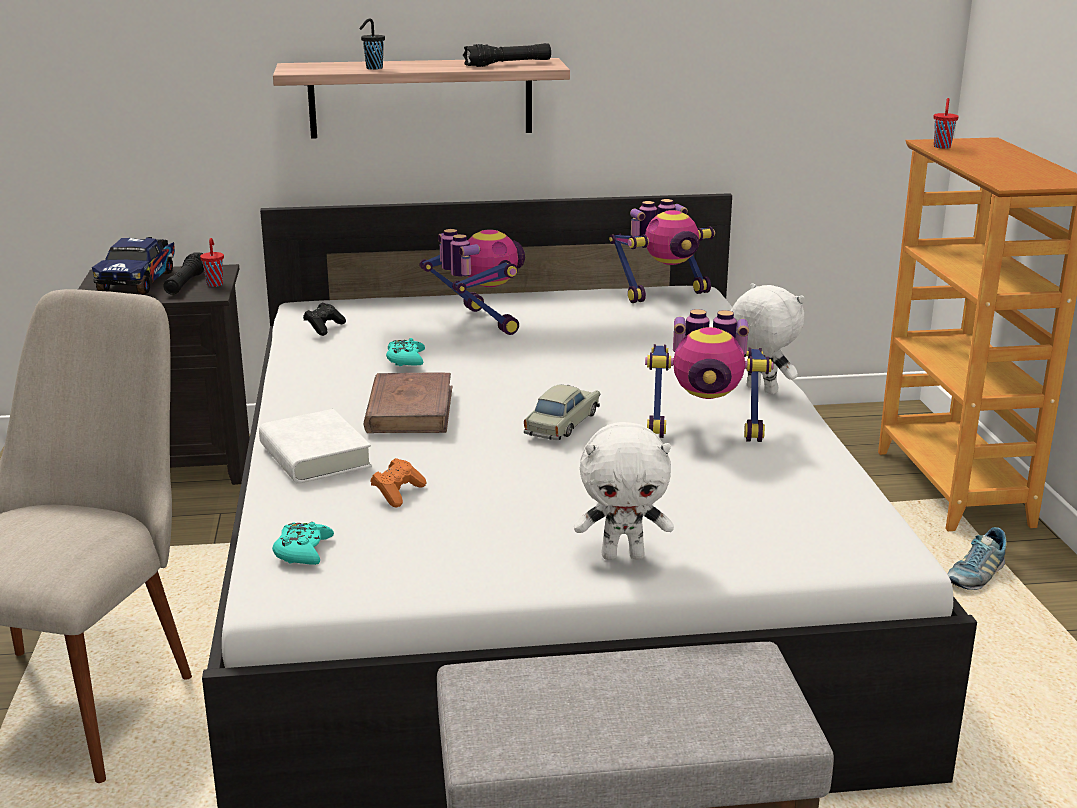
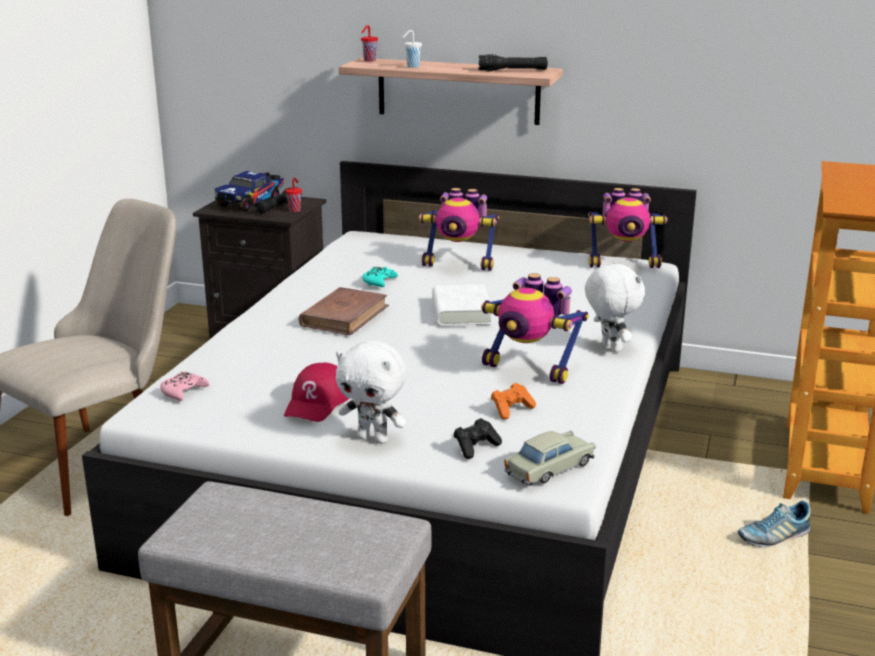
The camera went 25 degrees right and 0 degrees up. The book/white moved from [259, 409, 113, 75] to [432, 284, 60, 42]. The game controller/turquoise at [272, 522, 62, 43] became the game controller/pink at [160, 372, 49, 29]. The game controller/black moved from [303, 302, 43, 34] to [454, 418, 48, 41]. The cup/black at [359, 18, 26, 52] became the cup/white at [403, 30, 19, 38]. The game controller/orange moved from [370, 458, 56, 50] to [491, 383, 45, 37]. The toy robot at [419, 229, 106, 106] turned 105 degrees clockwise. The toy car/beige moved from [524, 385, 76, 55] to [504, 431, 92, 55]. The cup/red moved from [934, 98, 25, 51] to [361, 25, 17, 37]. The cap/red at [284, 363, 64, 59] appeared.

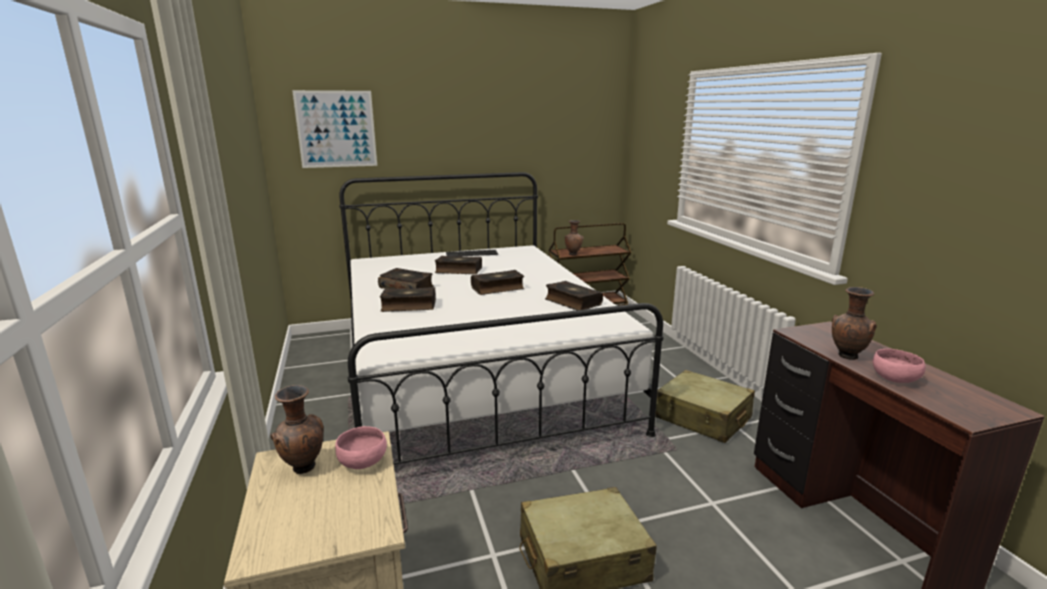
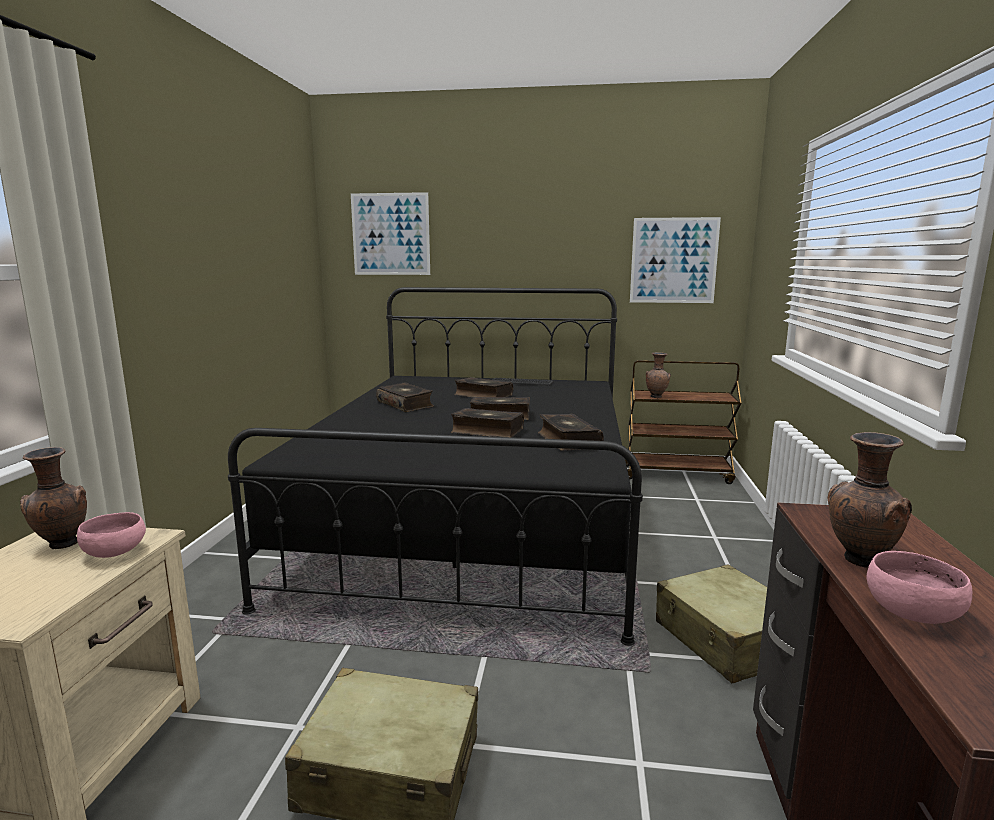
The camera went 25 degrees right and 5 degrees down. The bed/white at [339, 172, 324, 293] became the bed/black at [228, 287, 415, 359]. The book moved from [380, 287, 56, 25] to [451, 408, 73, 29]. The picture at [630, 217, 91, 86] appeared.

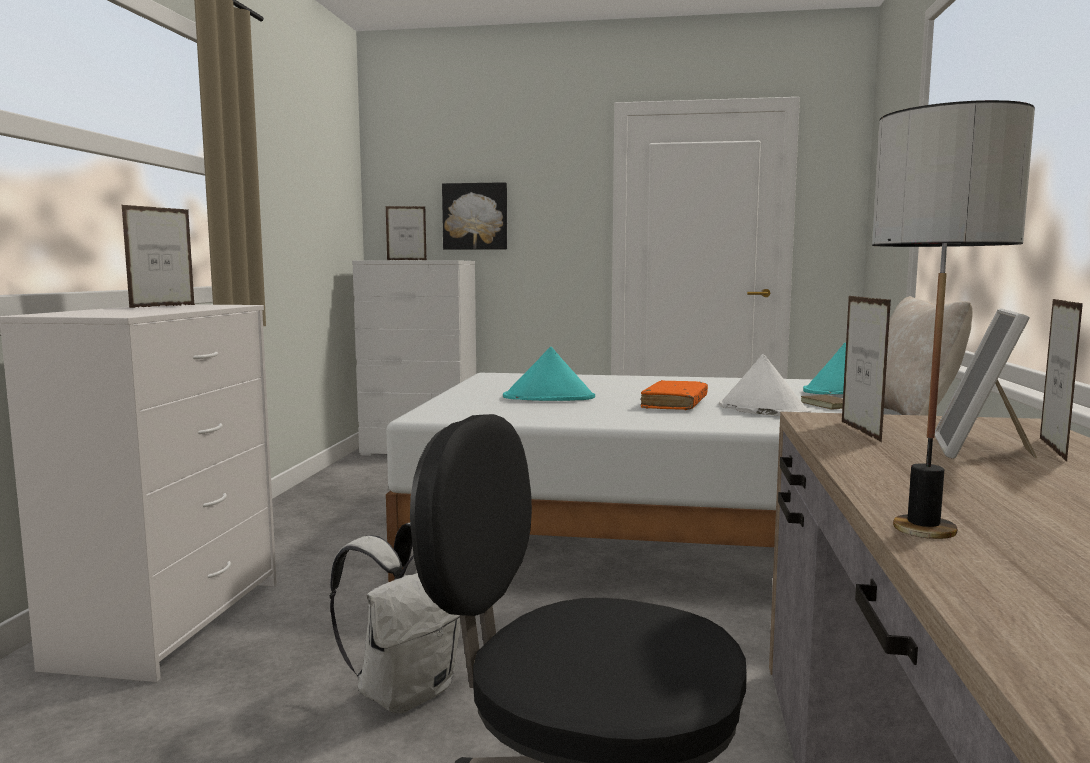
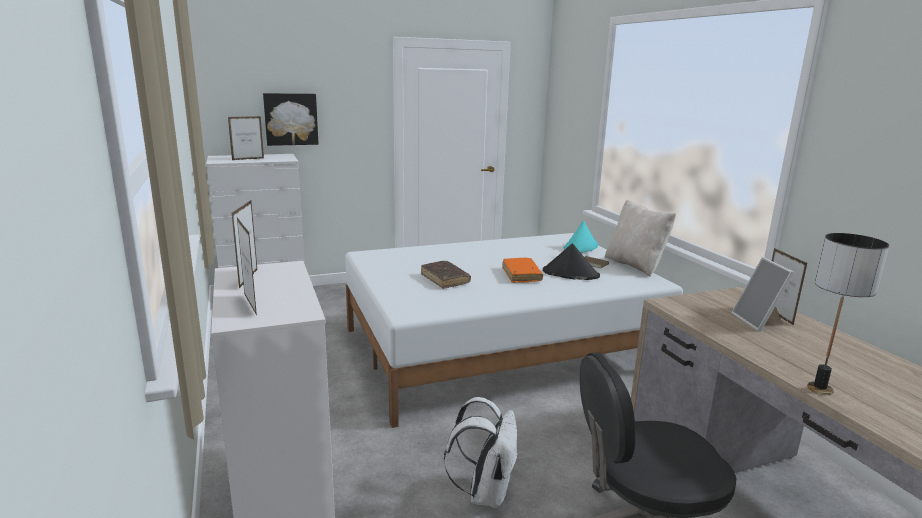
The camera went 30 degrees left and 10 degrees up. The hat/turquoise at [503, 347, 92, 54] was replaced by the book/brown at [421, 261, 50, 28]. The hat/white at [719, 354, 92, 62] became the hat/black at [543, 243, 57, 37]. The picture frame moved from [842, 296, 49, 146] to [237, 218, 20, 97].

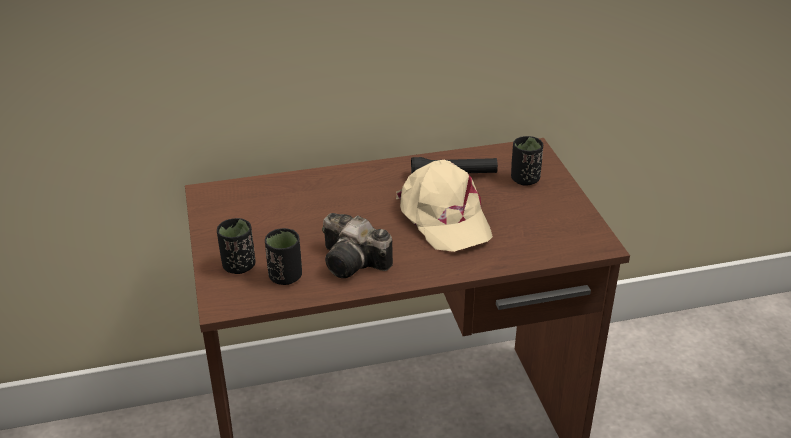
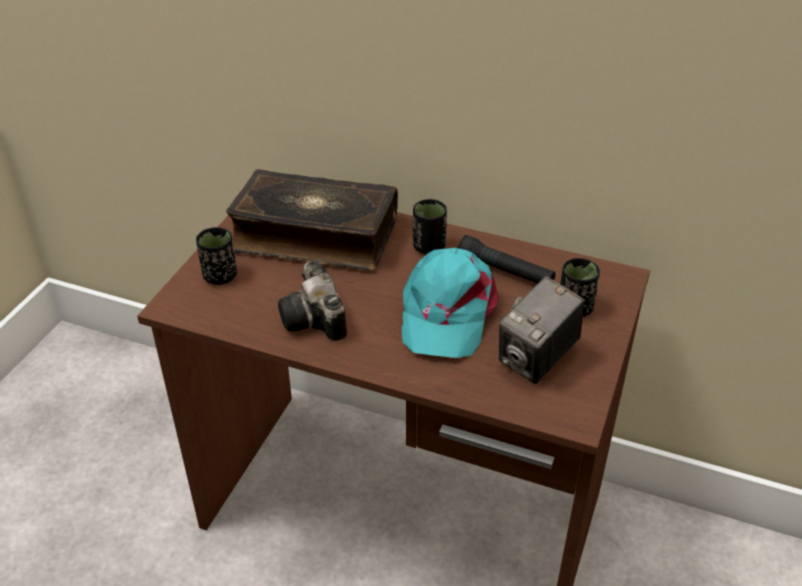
The camera went 35 degrees right and 5 degrees up. The cup/black moved from [265, 228, 37, 57] to [413, 199, 34, 55]. The cap/beige at [396, 160, 97, 92] became the cap/turquoise at [402, 248, 97, 110]. The book at [226, 169, 172, 101] appeared. The photo camera at [499, 276, 85, 108] appeared.

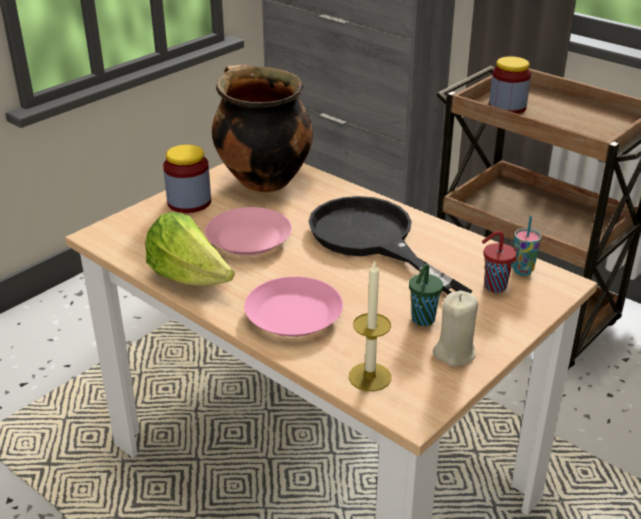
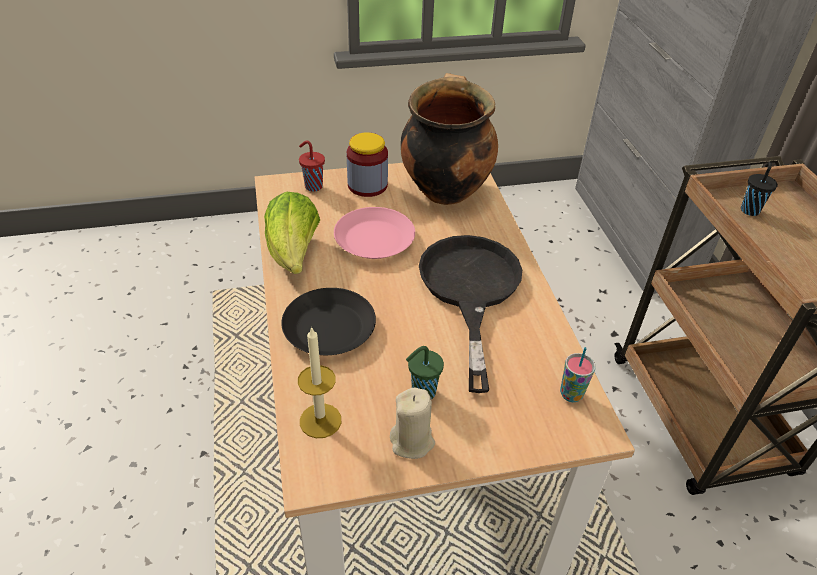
The camera went 35 degrees right and 10 degrees up. The plate/pink at [244, 276, 99, 61] became the plate/black at [281, 288, 95, 67]. The cup/red moved from [482, 231, 35, 62] to [299, 141, 26, 51]. The jar at [489, 56, 42, 58] was replaced by the cup/black at [741, 162, 37, 54].

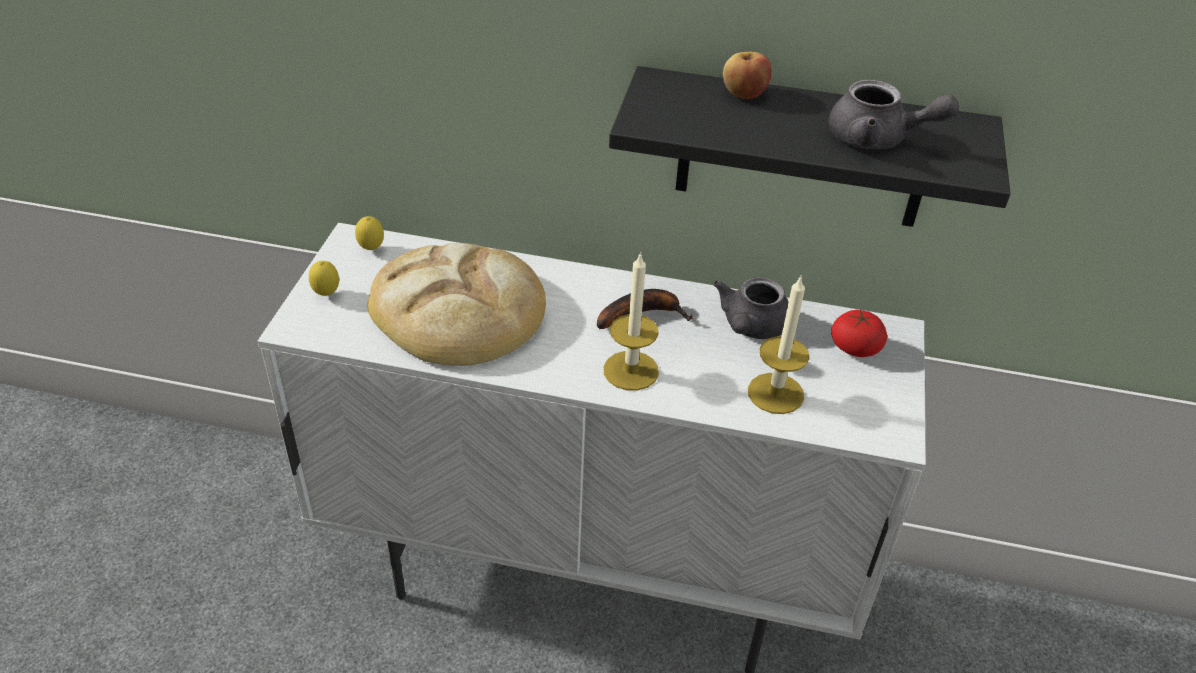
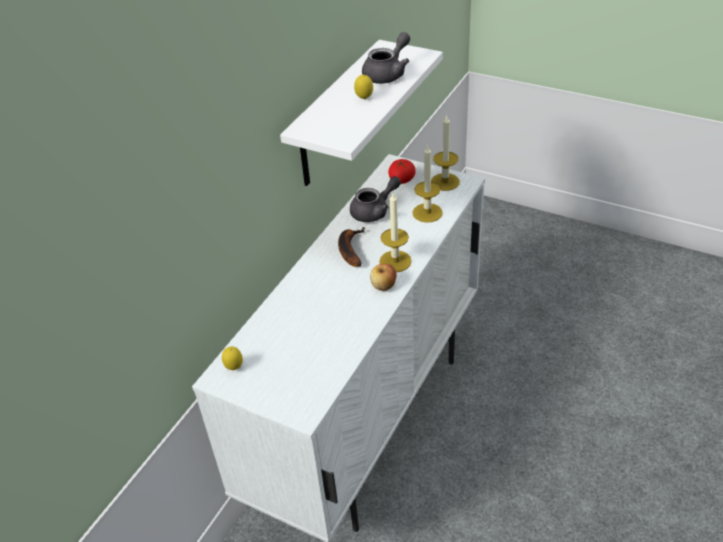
The camera went 70 degrees left and 0 degrees up. The lemon moved from [309, 261, 30, 35] to [354, 74, 19, 25]. The bread at [368, 243, 178, 123] disappeared. The shelf/black at [609, 66, 402, 161] became the shelf/white at [280, 40, 163, 146]. The teapot/grey at [713, 277, 75, 62] turned 75 degrees counterclockwise. The apple moved from [723, 52, 49, 47] to [370, 264, 27, 27]. The candle at [431, 115, 29, 76] appeared.

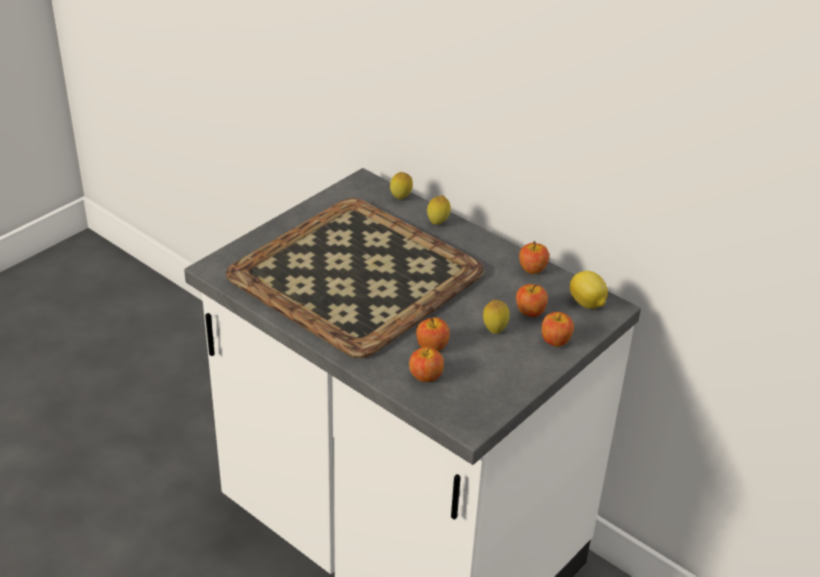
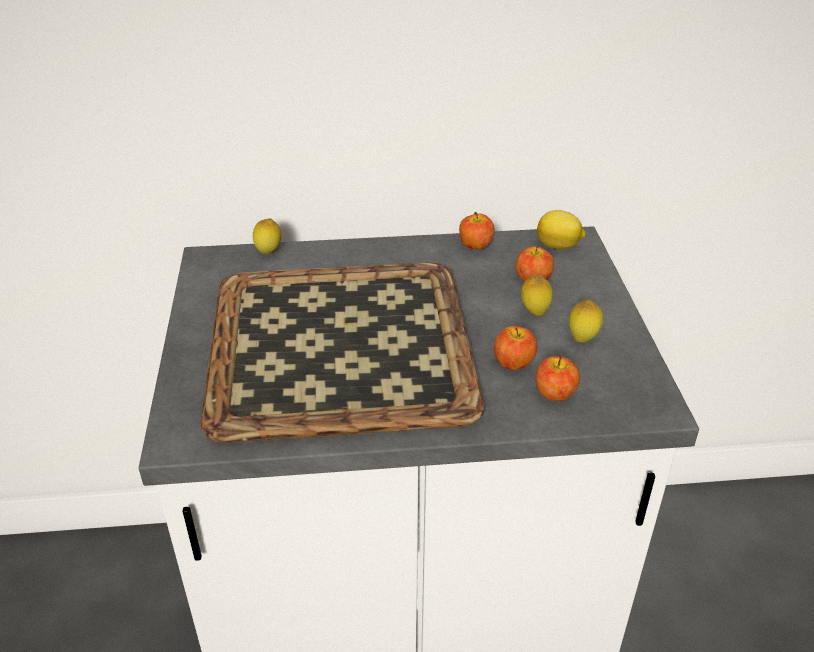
The camera went 45 degrees left and 0 degrees up. The lemon moved from [427, 195, 24, 30] to [569, 299, 34, 43]. The apple at [541, 312, 33, 35] disappeared.

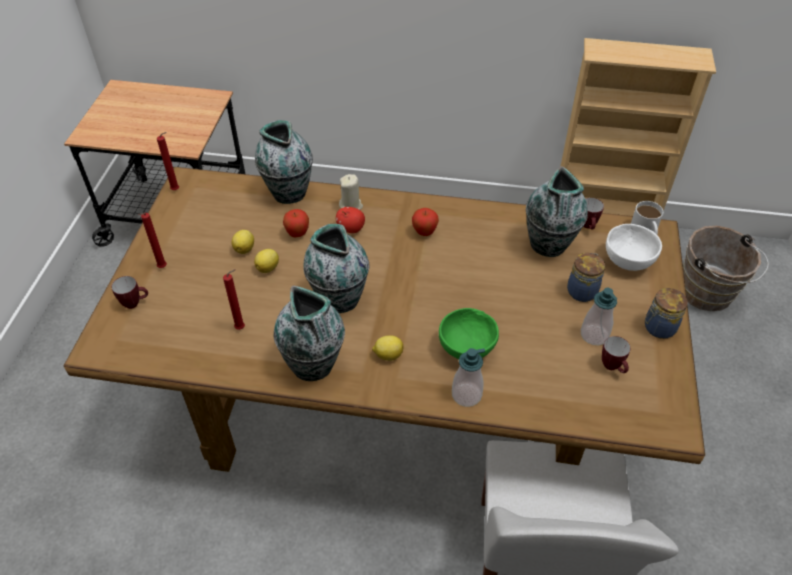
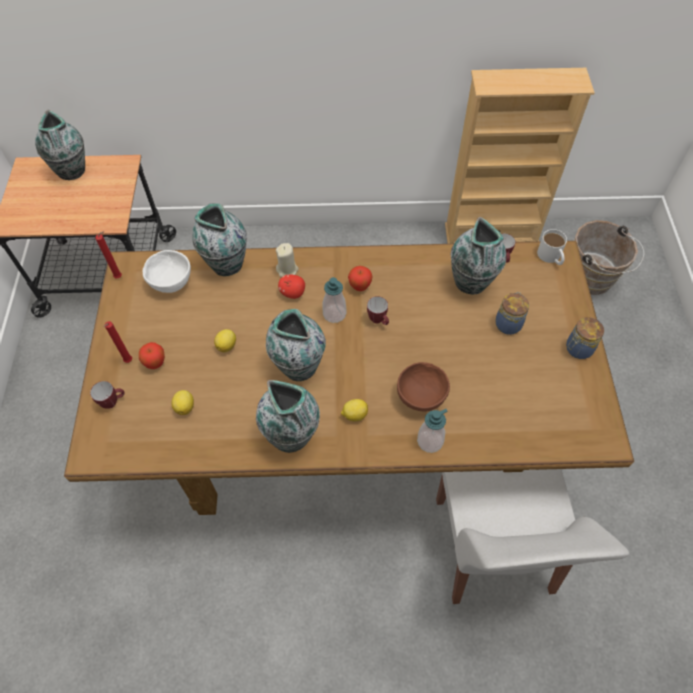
The camera went 10 degrees left and 10 degrees up. The candle/red at [223, 269, 22, 61] disappeared. The lemon moved from [232, 230, 22, 24] to [171, 390, 23, 25]. The apple moved from [283, 209, 26, 29] to [139, 342, 26, 27]. The bowl/green at [439, 308, 60, 51] became the bowl/brown at [397, 362, 53, 50]. The soap dispenser moved from [581, 288, 37, 57] to [322, 277, 24, 46]. The mug moved from [602, 336, 28, 37] to [367, 296, 22, 29]. The bowl/white moved from [606, 224, 56, 47] to [143, 250, 48, 43]. The vase at [35, 110, 50, 70] appeared.

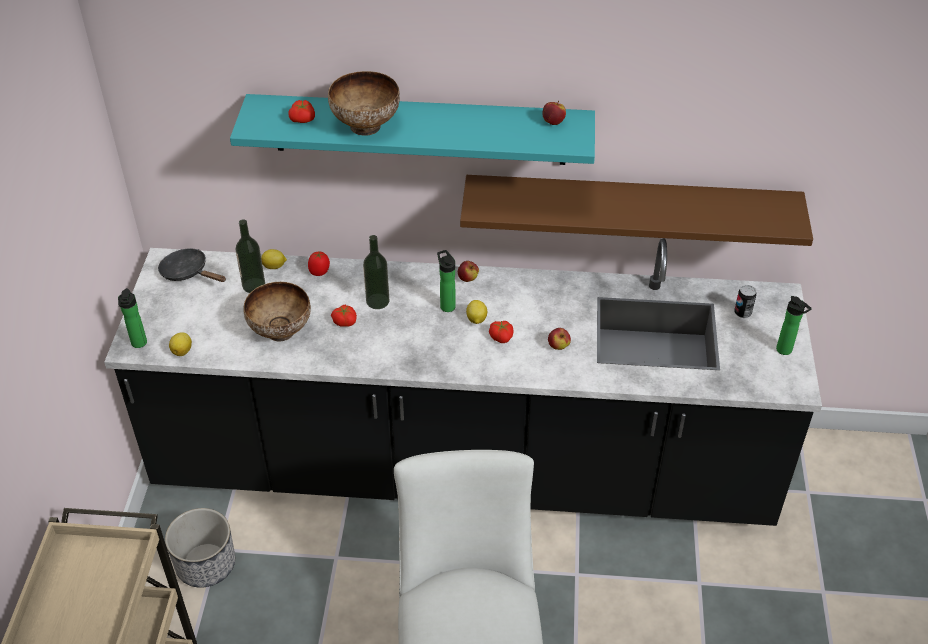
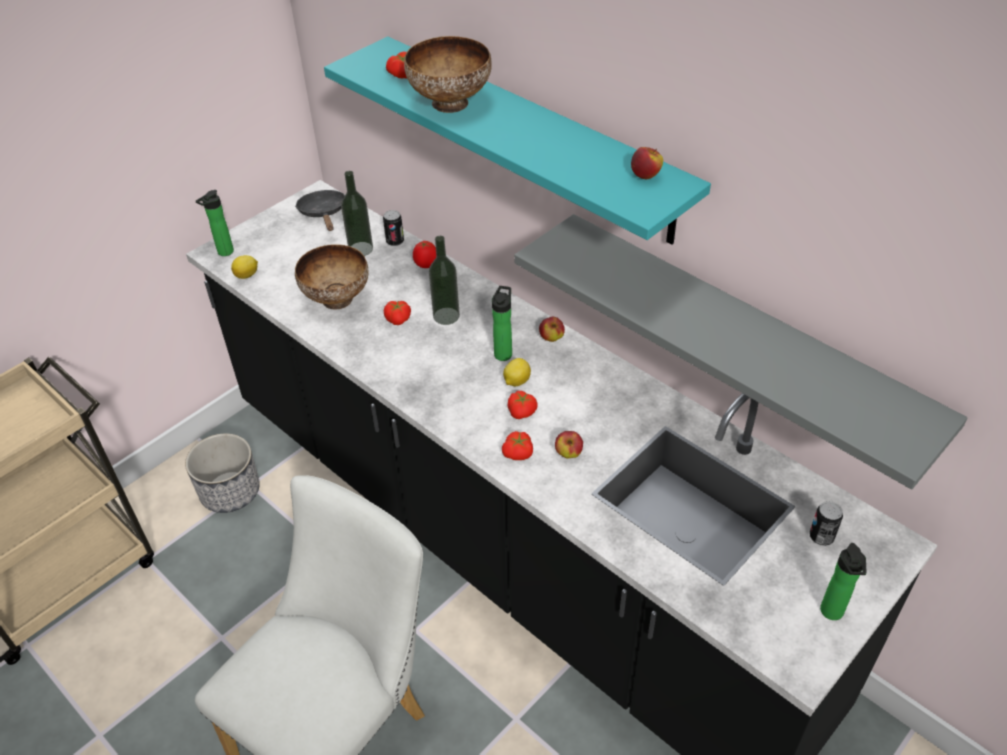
The camera went 40 degrees right and 0 degrees up. The lemon at [261, 249, 26, 20] was replaced by the can at [383, 210, 21, 36]. The shelf/brown at [460, 175, 353, 71] became the shelf/grey at [514, 214, 454, 276]. The tomato at [502, 431, 31, 29] appeared.

